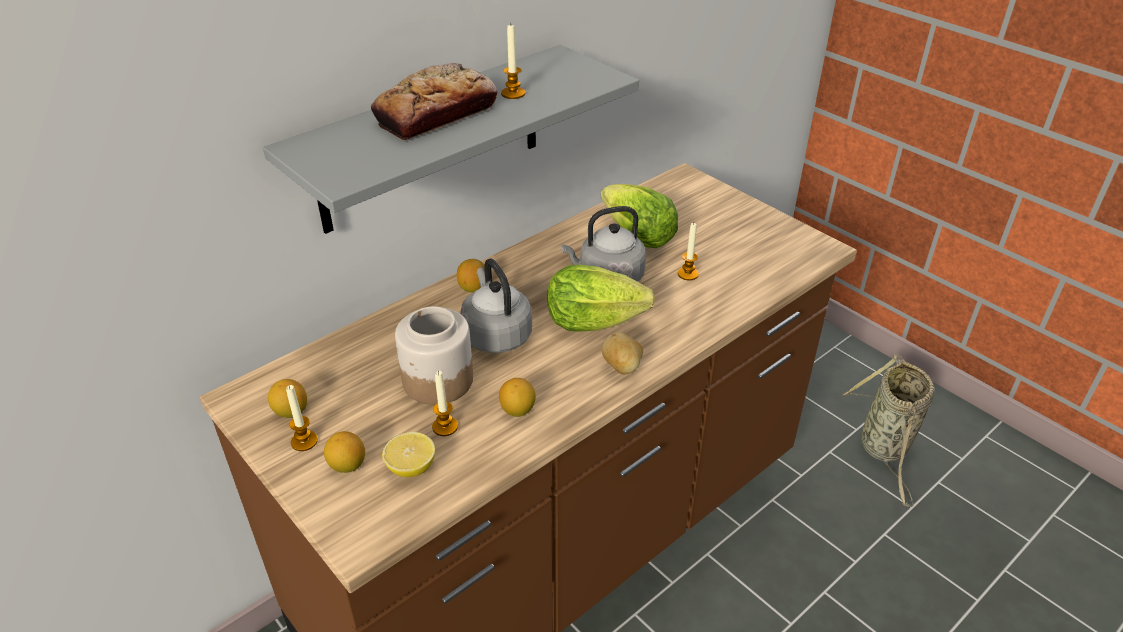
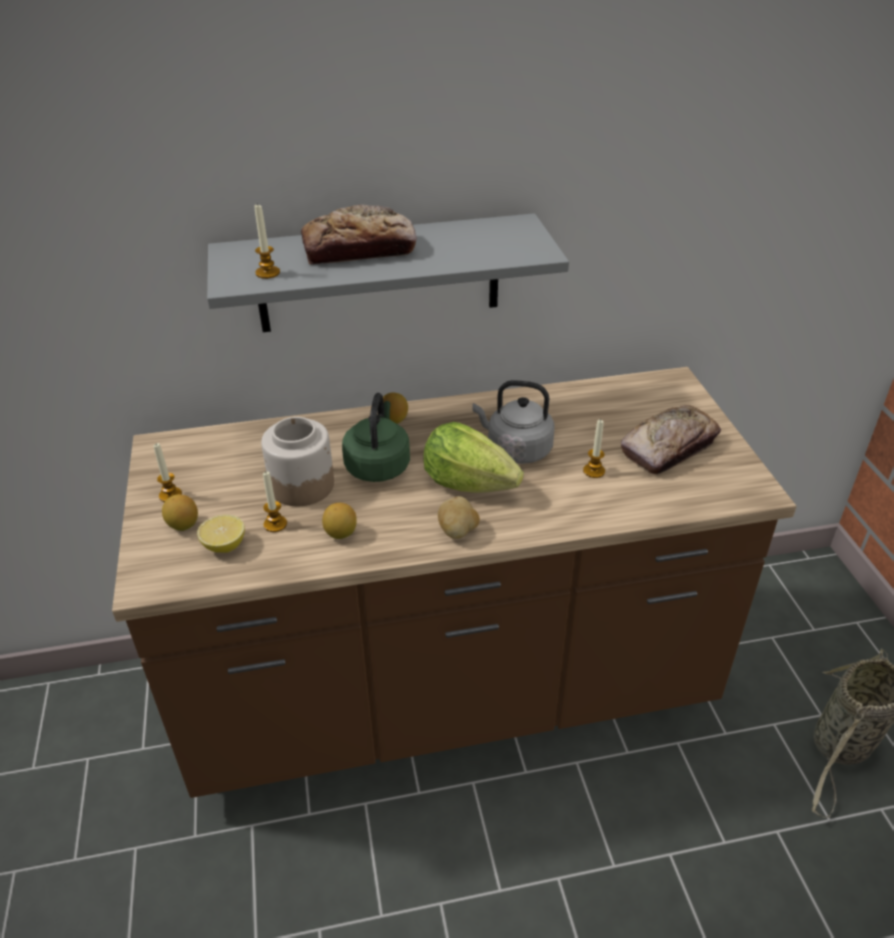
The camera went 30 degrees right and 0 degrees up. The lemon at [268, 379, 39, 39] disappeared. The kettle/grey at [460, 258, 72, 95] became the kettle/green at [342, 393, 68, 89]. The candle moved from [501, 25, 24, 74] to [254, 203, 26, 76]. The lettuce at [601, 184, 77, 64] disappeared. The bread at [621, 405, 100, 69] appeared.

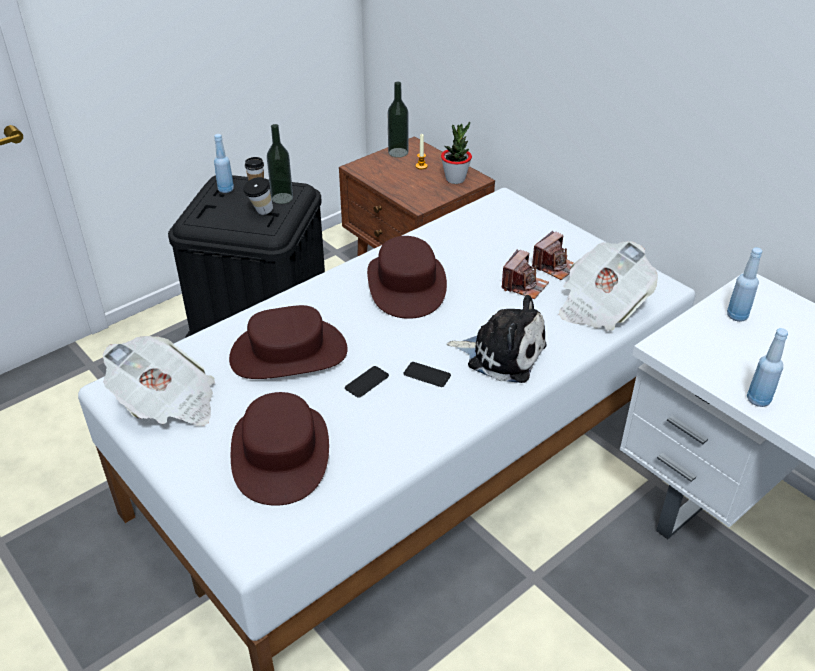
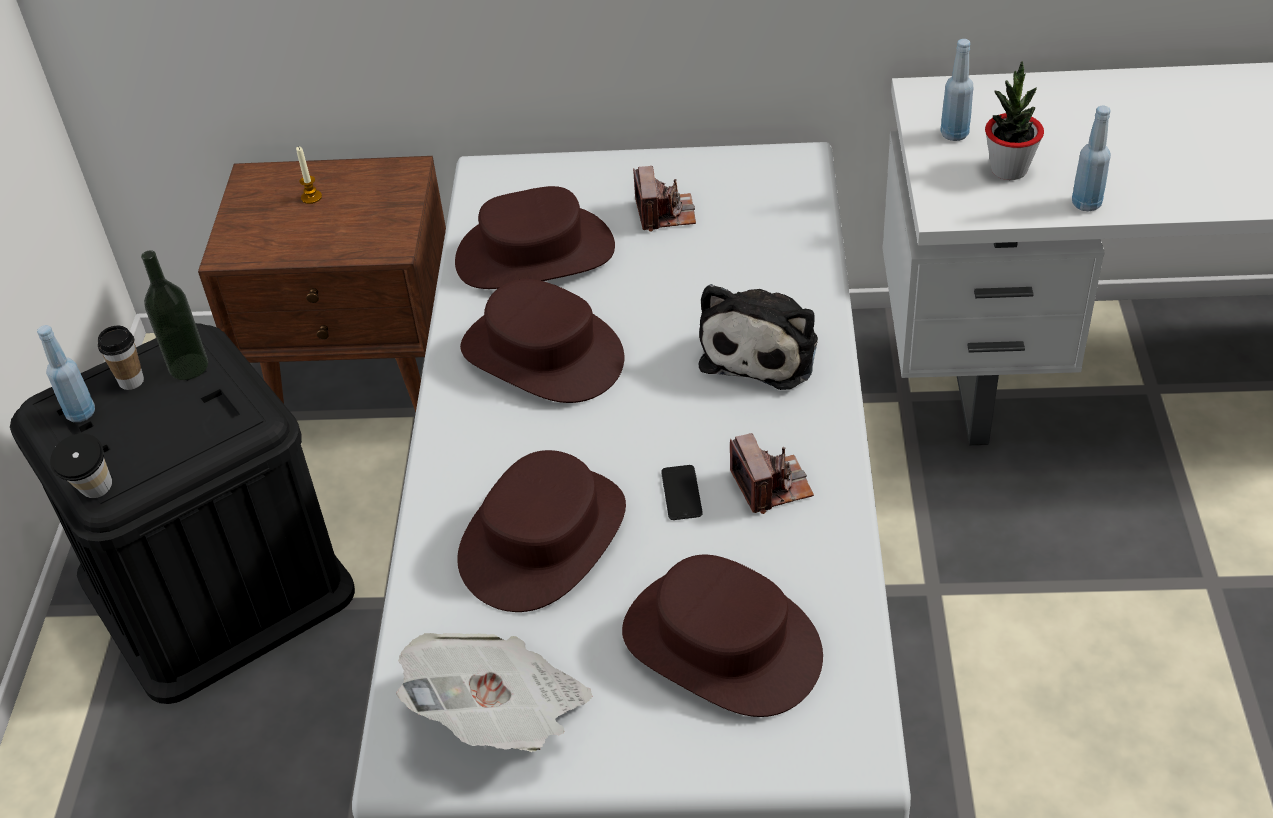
The camera went 45 degrees left and 5 degrees up. The cup moved from [243, 177, 30, 38] to [50, 434, 62, 64]. The bottle at [388, 82, 20, 76] disappeared. The phone at [404, 362, 47, 25] disappeared. The potted plant moved from [441, 122, 31, 62] to [985, 61, 59, 119]. The plush toy at [447, 295, 100, 88] turned 135 degrees clockwise. The photo camera moved from [501, 249, 48, 50] to [730, 433, 84, 81]. The newspaper at [559, 241, 99, 90] disappeared. The hat/brown at [455, 186, 160, 103] appeared.

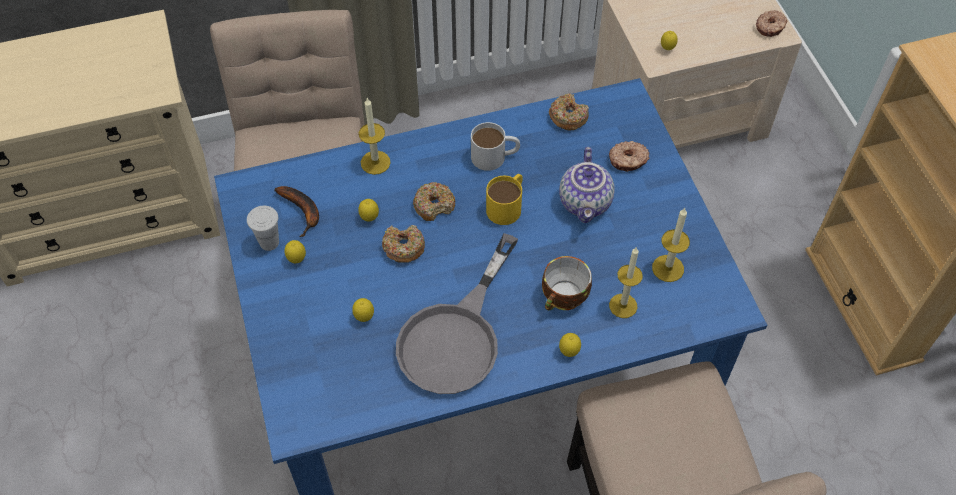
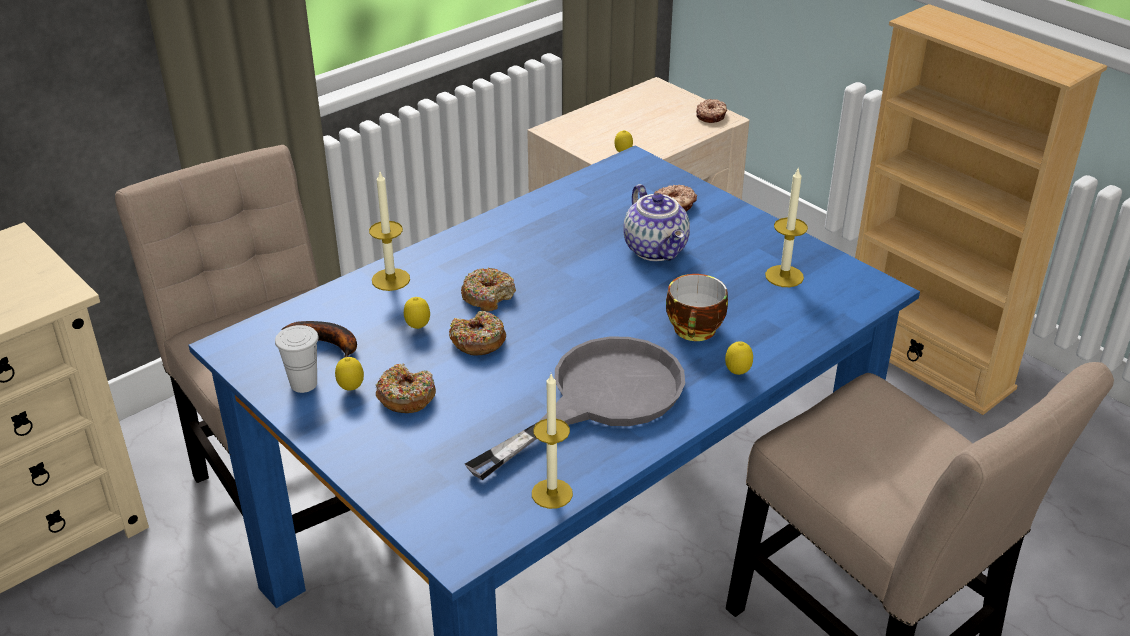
The camera went 25 degrees left and 20 degrees down. The lemon at [352, 298, 22, 24] disappeared. The frying pan/grey at [396, 233, 122, 161] turned 135 degrees counterclockwise. The mug/white at [471, 122, 49, 49] disappeared. The mug/yellow at [486, 174, 37, 51] disappeared. The donut moved from [549, 93, 40, 37] to [375, 363, 61, 50]. The candle moved from [609, 247, 34, 71] to [532, 374, 41, 135].

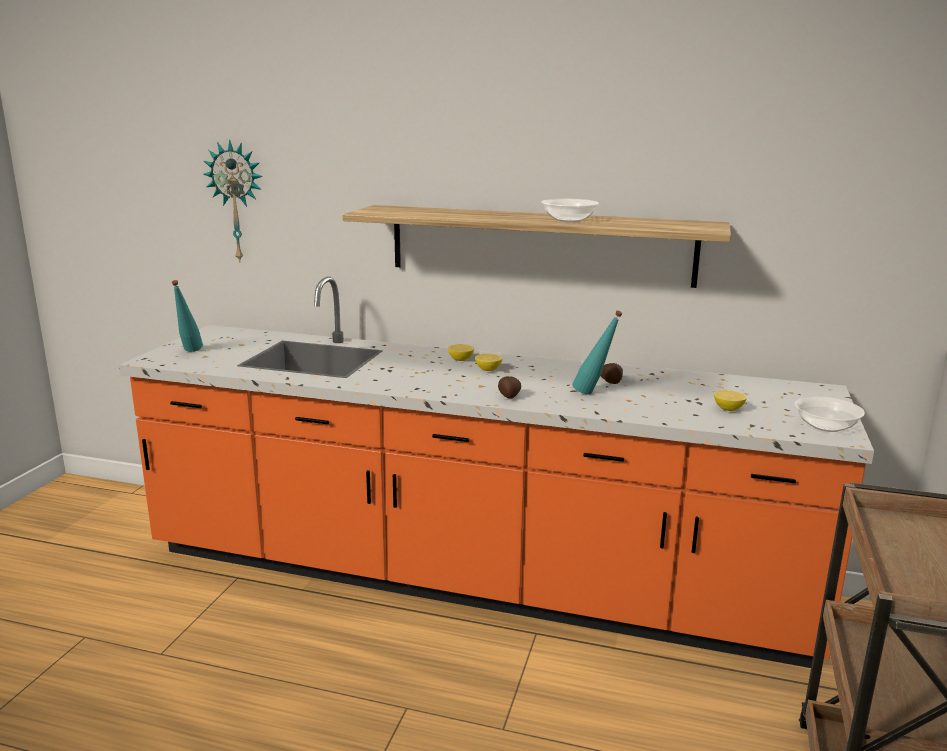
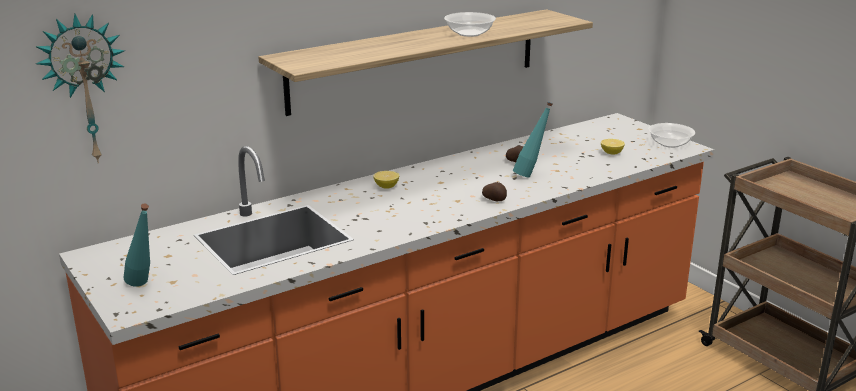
The camera went 50 degrees left and 5 degrees up. The lemon at [475, 353, 27, 18] disappeared.

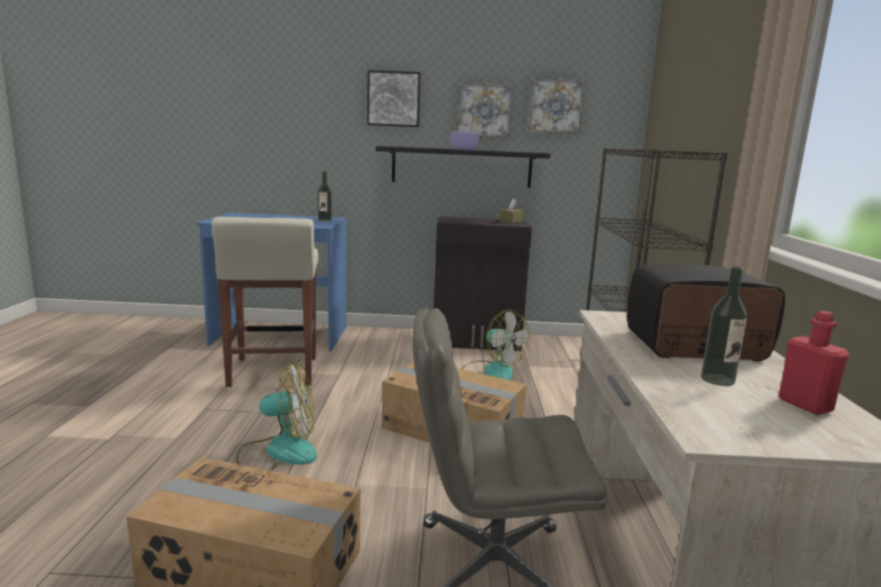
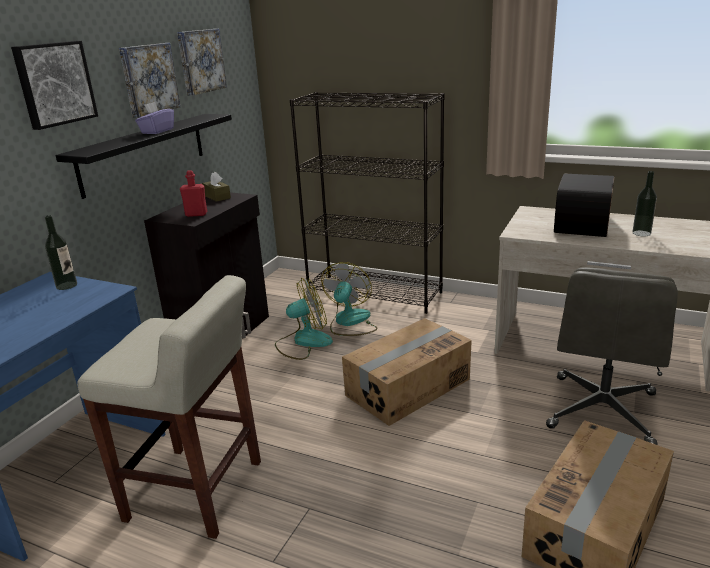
The camera went 65 degrees left and 10 degrees up. The fan moved from [236, 362, 81, 109] to [321, 262, 56, 74]. The bottle/red moved from [779, 311, 70, 104] to [180, 170, 27, 47].

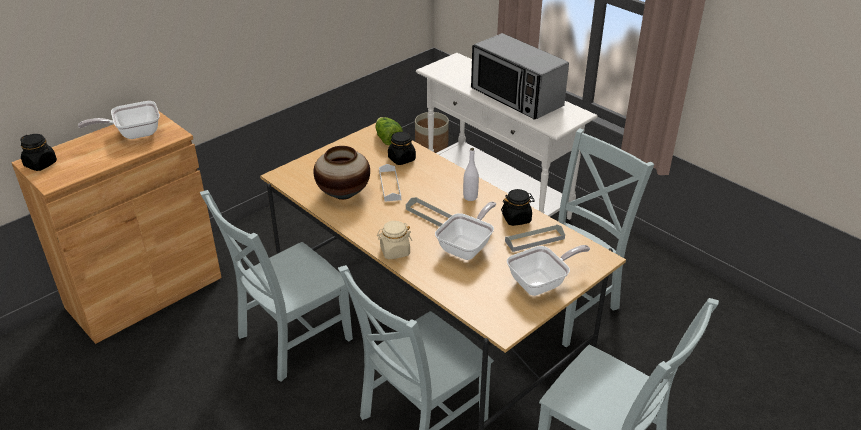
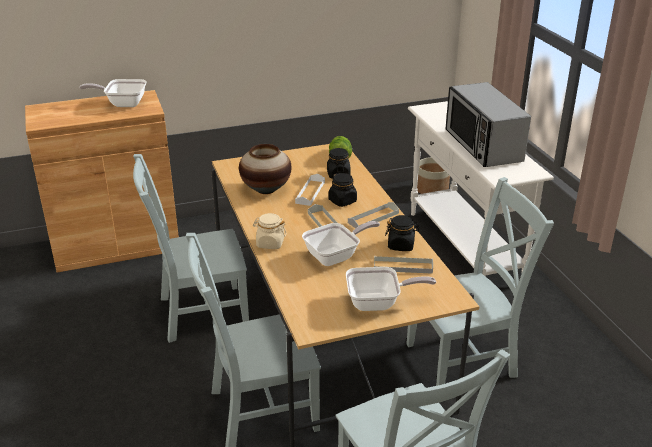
The camera went 25 degrees right and 5 degrees down. The jar/black moved from [21, 134, 36, 37] to [329, 173, 28, 34]. The bottle/white at [463, 148, 16, 53] was replaced by the tray/grey at [348, 202, 51, 27].

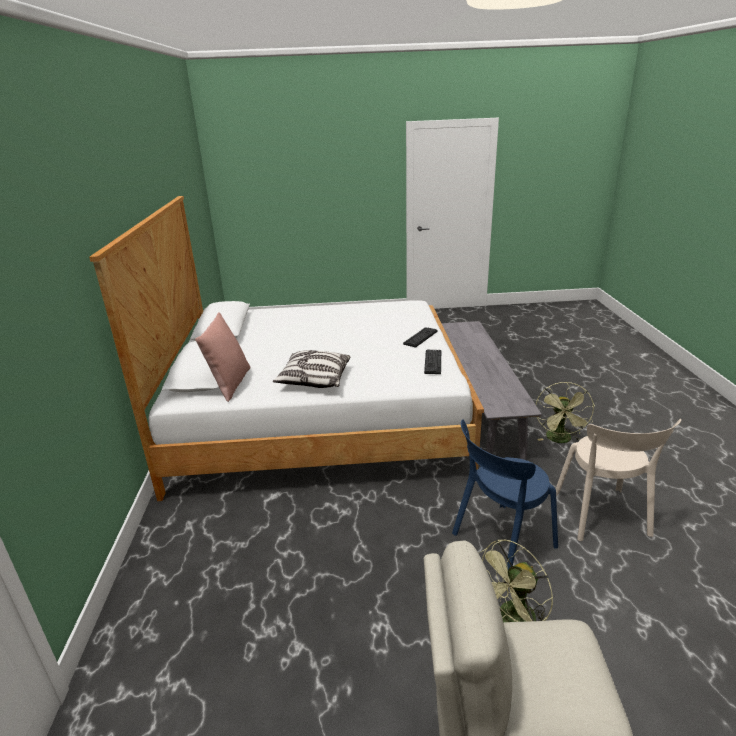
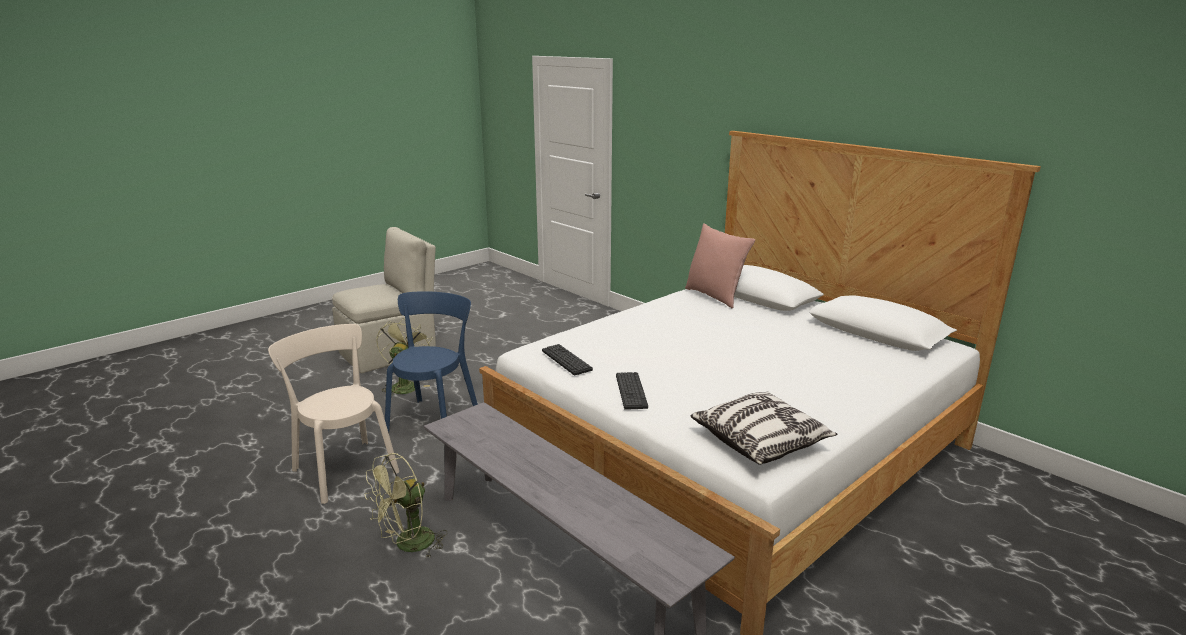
The camera went 140 degrees right and 5 degrees down. The pillow moved from [273, 350, 77, 38] to [691, 392, 146, 73]. The fan/green at [536, 382, 59, 61] turned 105 degrees counterclockwise.

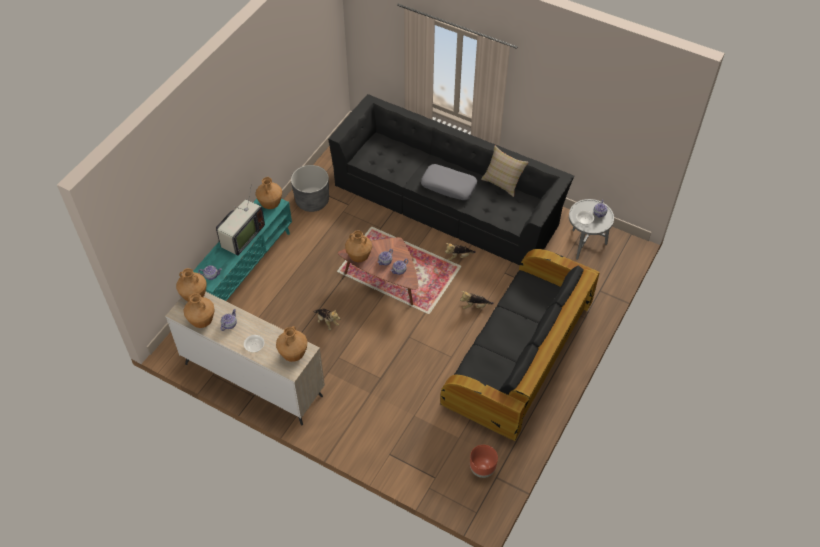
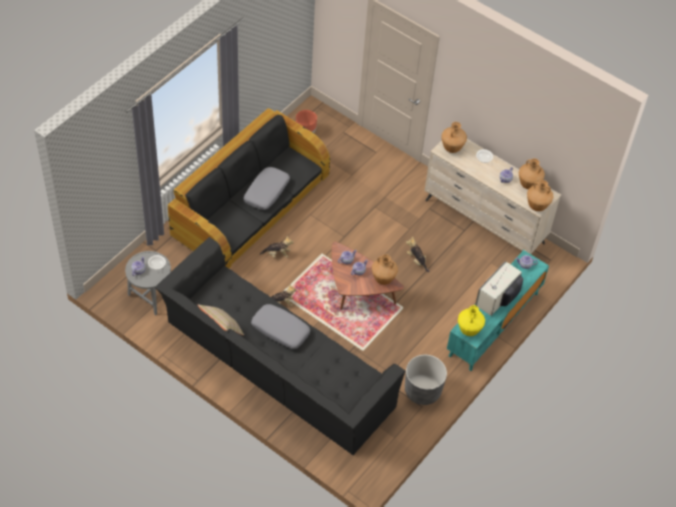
The camera went 175 degrees left and 0 degrees up. The vase/brown at [255, 177, 27, 32] became the vase/yellow at [458, 305, 27, 31]. The pillow/grey at [243, 167, 47, 43] appeared.

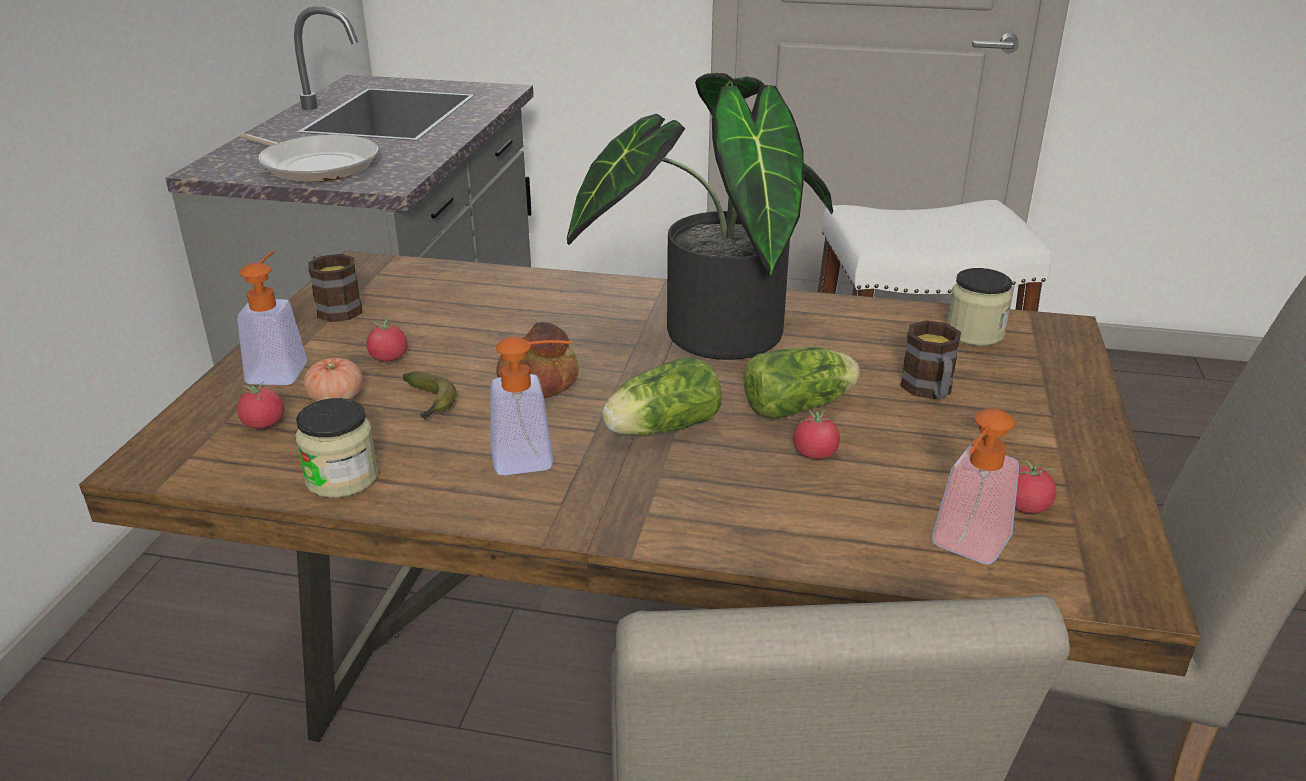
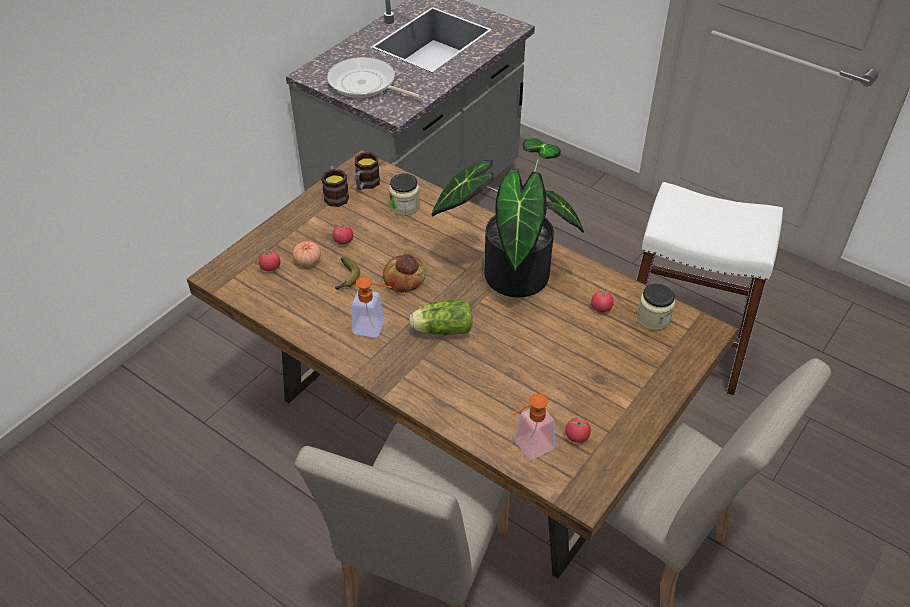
The camera went 25 degrees right and 15 degrees up. The soap dispenser at [237, 251, 70, 134] disappeared. The frying pan at [239, 133, 139, 49] turned 150 degrees clockwise. The jar moved from [295, 398, 83, 100] to [389, 173, 31, 42]. The lettuce at [744, 347, 116, 72] disappeared. The tomato moved from [793, 409, 47, 50] to [591, 288, 23, 24]. The mug moved from [900, 320, 61, 79] to [355, 152, 25, 38].

